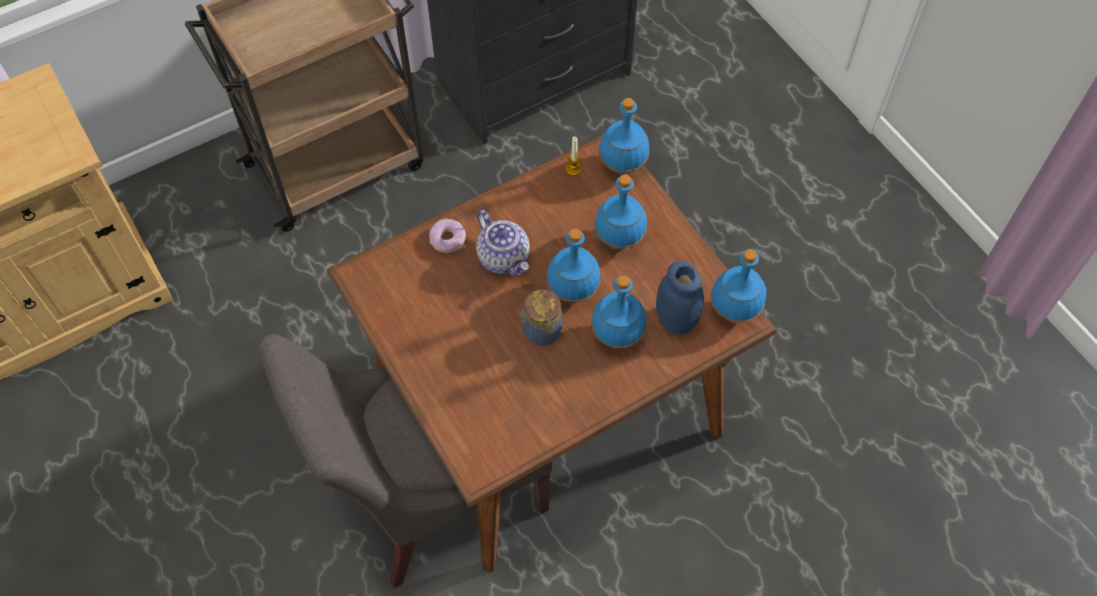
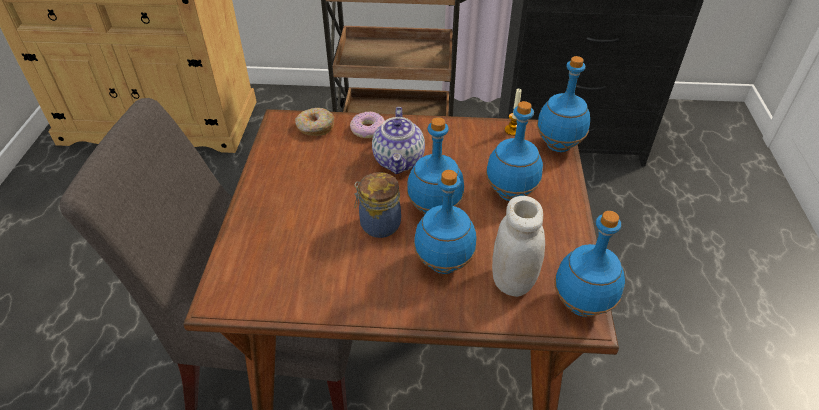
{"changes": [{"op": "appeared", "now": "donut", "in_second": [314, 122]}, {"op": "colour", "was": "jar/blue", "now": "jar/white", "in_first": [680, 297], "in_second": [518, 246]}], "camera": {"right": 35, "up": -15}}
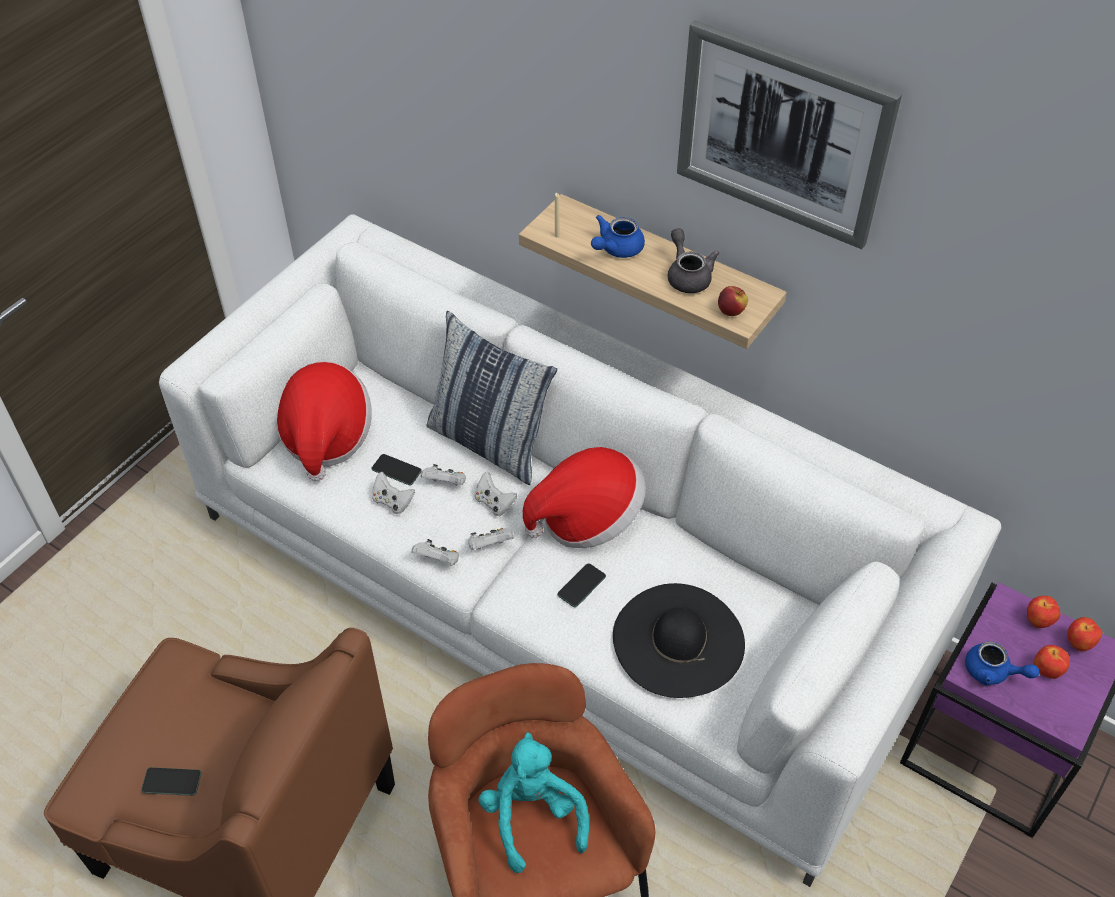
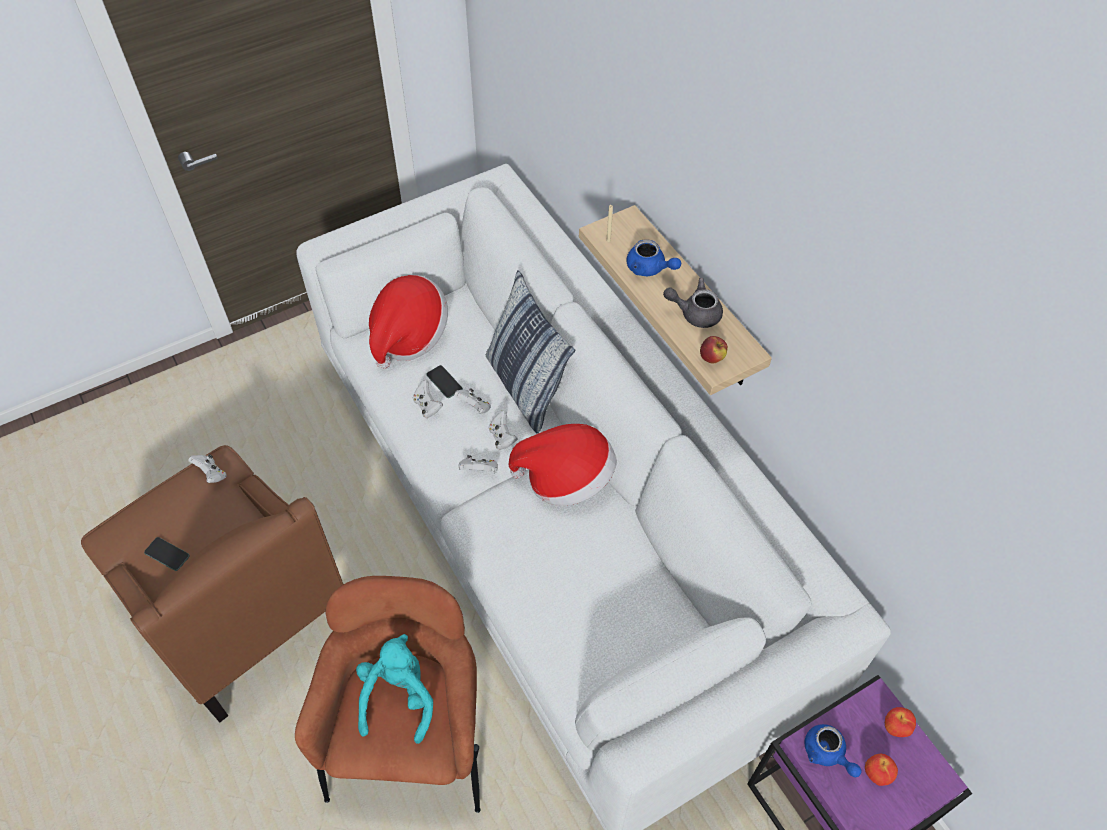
{"changes": [{"op": "relocated", "was": "game controller/white", "in_first": [435, 552], "in_second": [207, 468]}, {"op": "spun", "was": "teapot/blue", "in_first": [618, 236], "in_second": [653, 257], "clockwise": -120}, {"op": "spun", "was": "teapot/grey", "in_first": [693, 260], "in_second": [693, 303], "clockwise": -90}, {"op": "missing", "was": "phone", "in_first": [581, 585]}, {"op": "missing", "was": "hat/black", "in_first": [679, 640]}, {"op": "missing", "was": "picture", "in_first": [789, 134]}, {"op": "missing", "was": "apple", "in_first": [1085, 634]}], "camera": {"right": 25, "up": 5}}
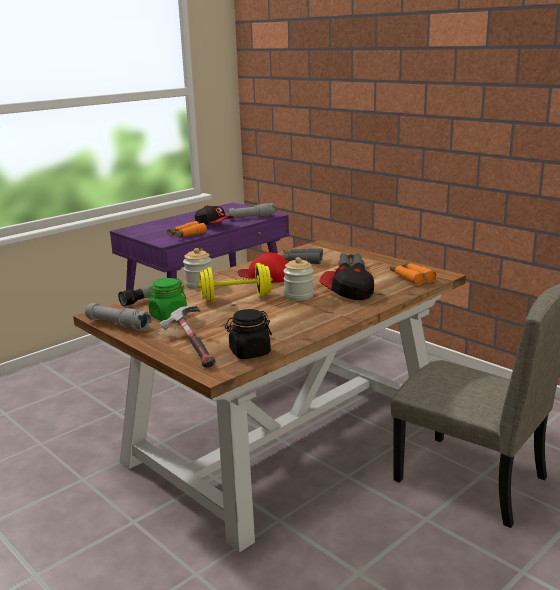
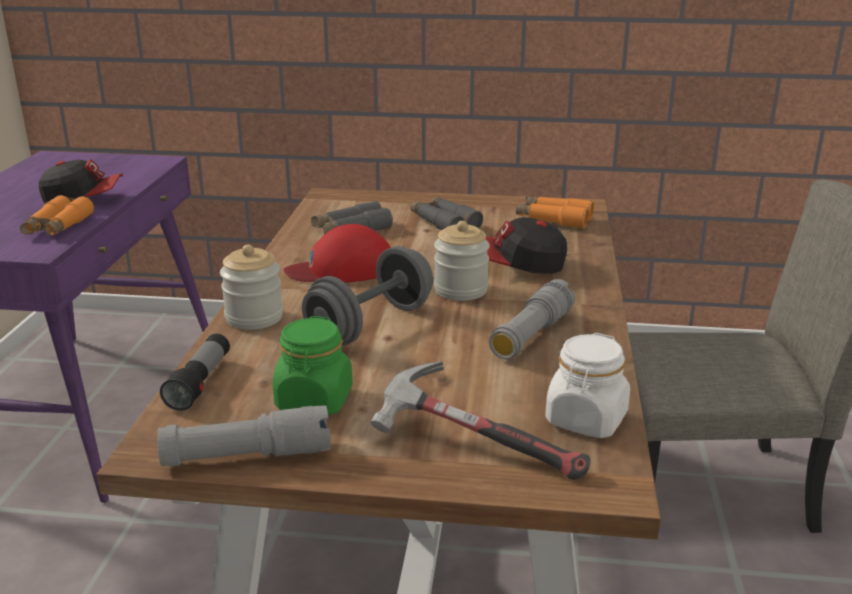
{"changes": [{"op": "colour", "was": "dumbbell/yellow", "now": "dumbbell/grey", "in_first": [235, 282], "in_second": [367, 295]}, {"op": "relocated", "was": "flashlight/grey", "in_first": [251, 211], "in_second": [532, 319]}, {"op": "colour", "was": "jar/black", "now": "jar/white", "in_first": [248, 334], "in_second": [587, 385]}], "camera": {"right": -40, "up": 5}}
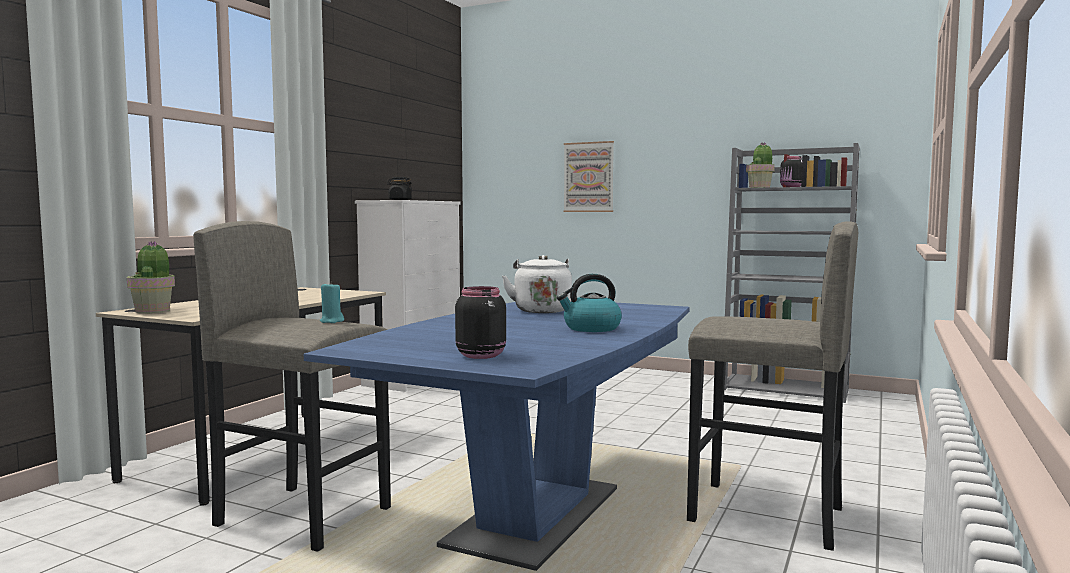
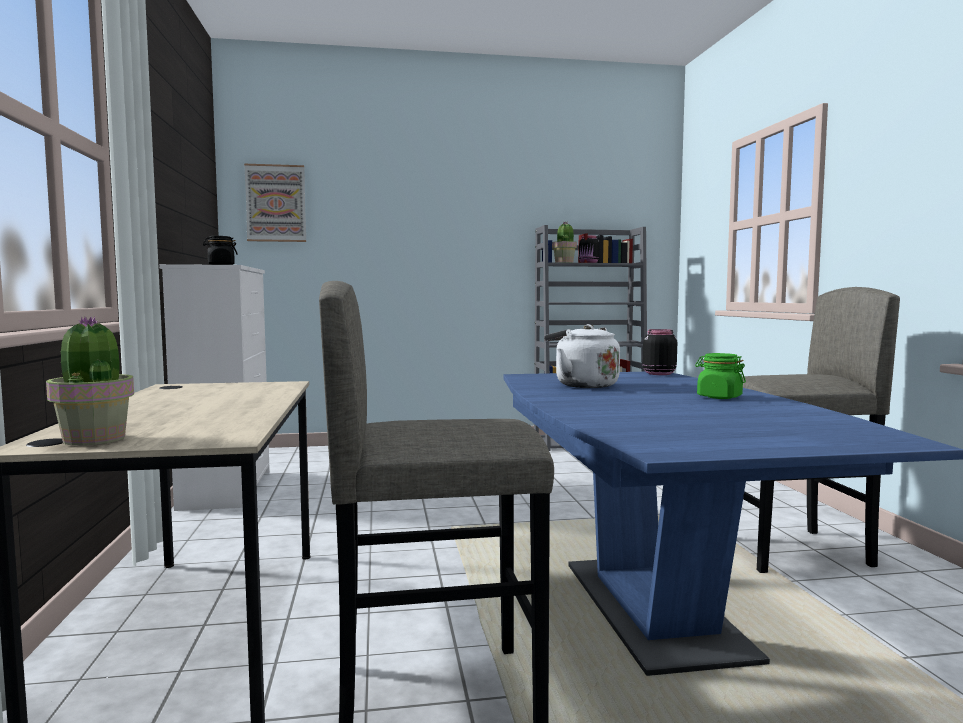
{"changes": [{"op": "relocated", "was": "picture", "in_first": [588, 176], "in_second": [275, 203]}, {"op": "relocated", "was": "jar/black", "in_first": [480, 322], "in_second": [660, 352]}, {"op": "exchanged", "was": "kettle", "now": "jar/green", "in_first": [589, 303], "in_second": [720, 376]}, {"op": "missing", "was": "candle/turquoise", "in_first": [332, 302]}], "camera": {"right": -35, "up": 0}}
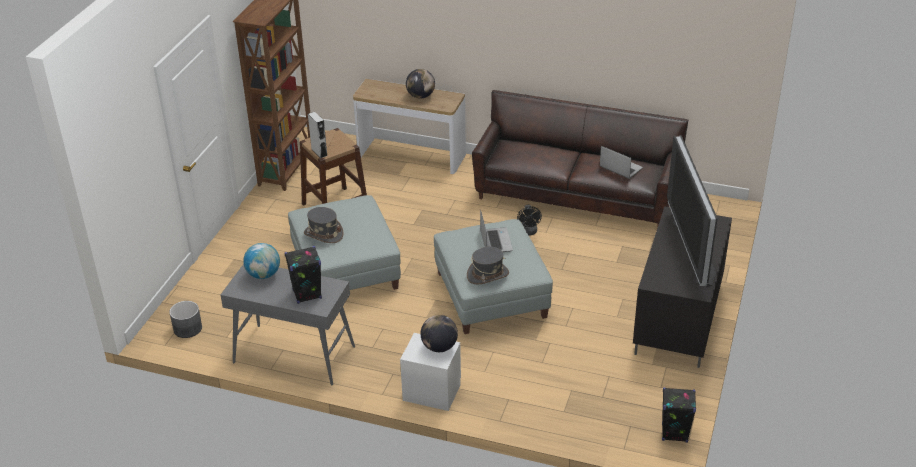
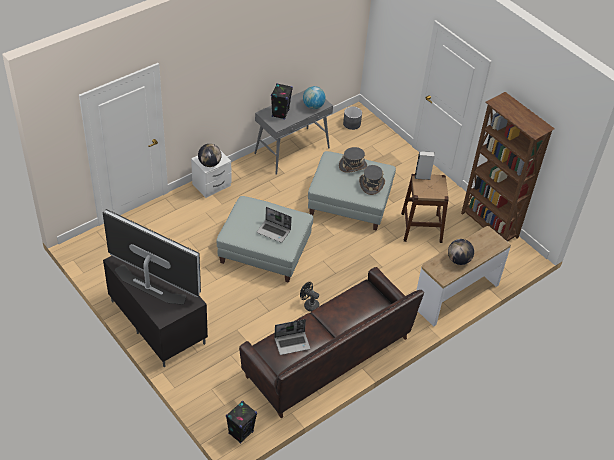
{"changes": [{"op": "relocated", "was": "speaker/black", "in_first": [679, 415], "in_second": [241, 422]}, {"op": "relocated", "was": "hat/grey", "in_first": [488, 265], "in_second": [372, 180]}], "camera": {"right": 120, "up": 10}}
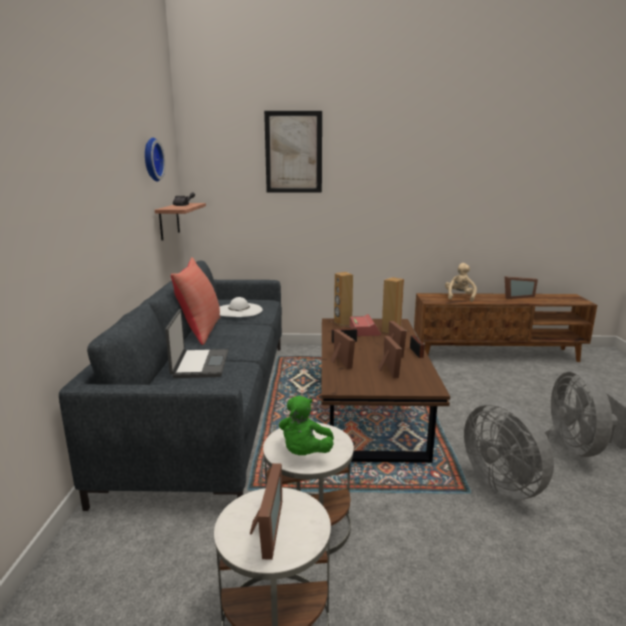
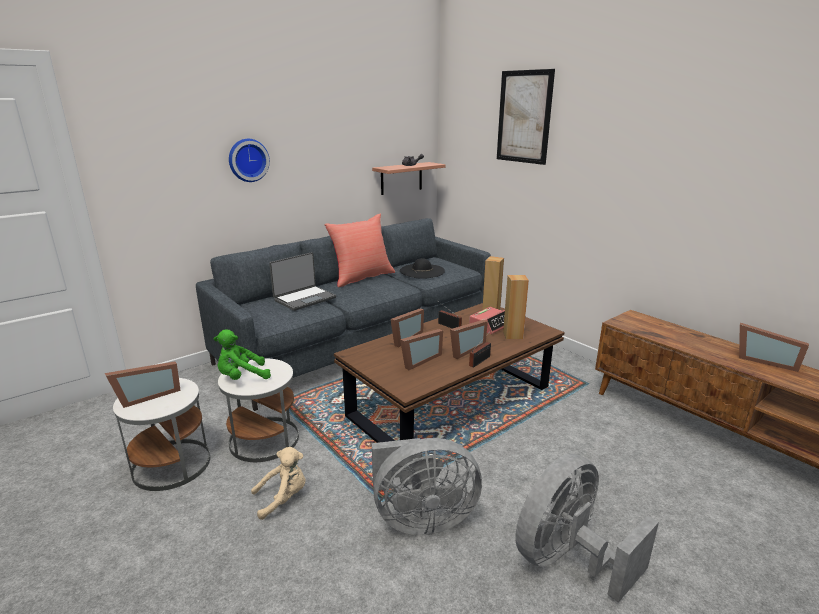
{"changes": [{"op": "relocated", "was": "wall clock", "in_first": [155, 159], "in_second": [249, 160]}, {"op": "relocated", "was": "plush toy/beige", "in_first": [461, 282], "in_second": [278, 483]}, {"op": "spun", "was": "fan/grey", "in_first": [509, 450], "in_second": [427, 486], "clockwise": -120}, {"op": "colour", "was": "hat/white", "now": "hat/black", "in_first": [241, 307], "in_second": [422, 268]}], "camera": {"right": 50, "up": 5}}
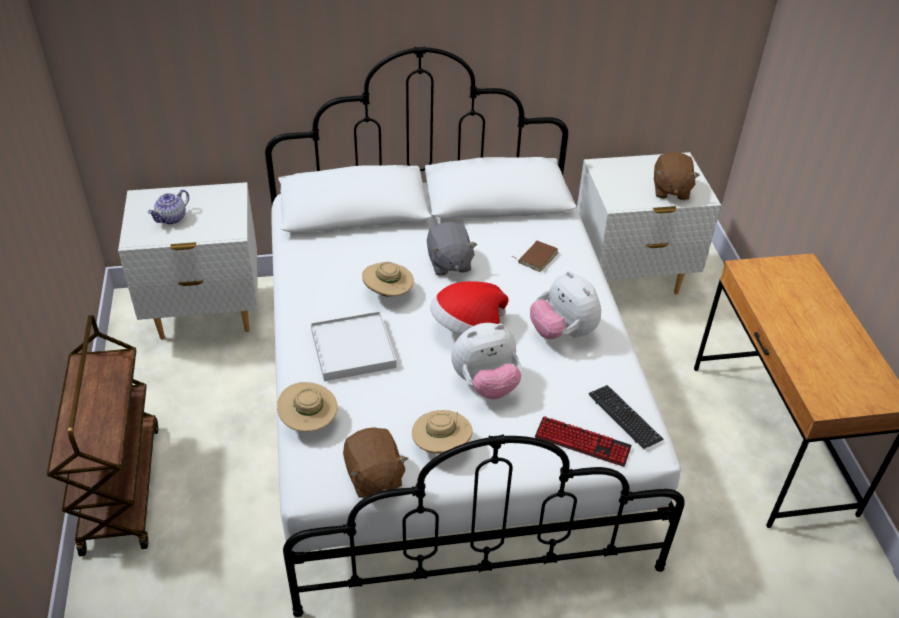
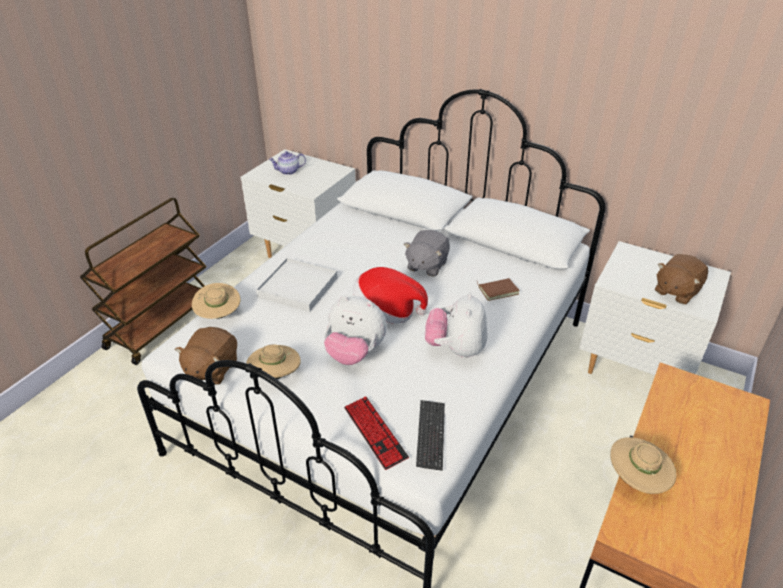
{"changes": [{"op": "relocated", "was": "hat/beige", "in_first": [388, 279], "in_second": [643, 465]}], "camera": {"right": 40, "up": -5}}
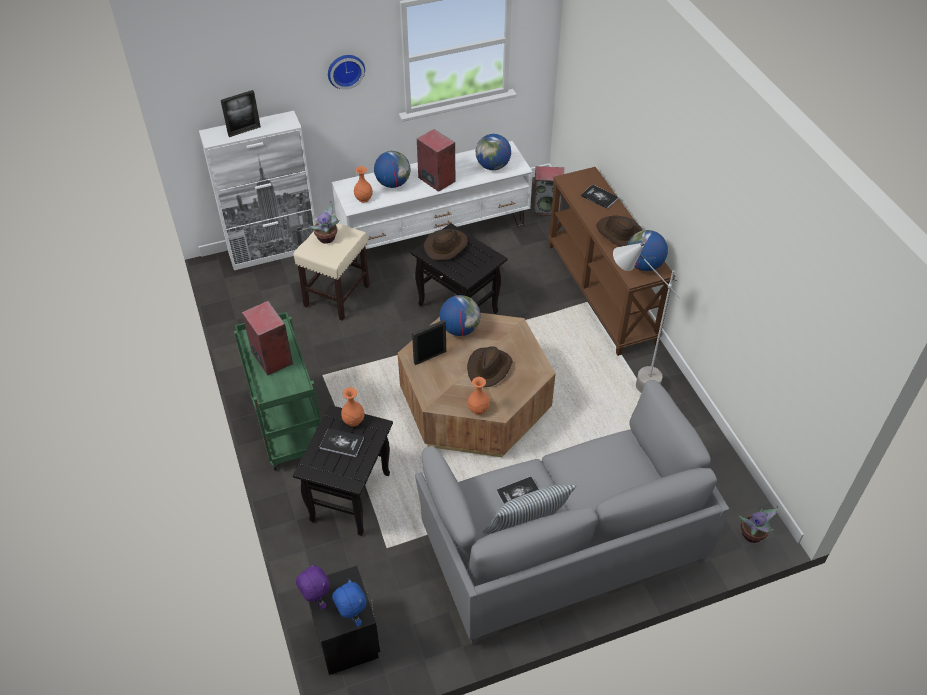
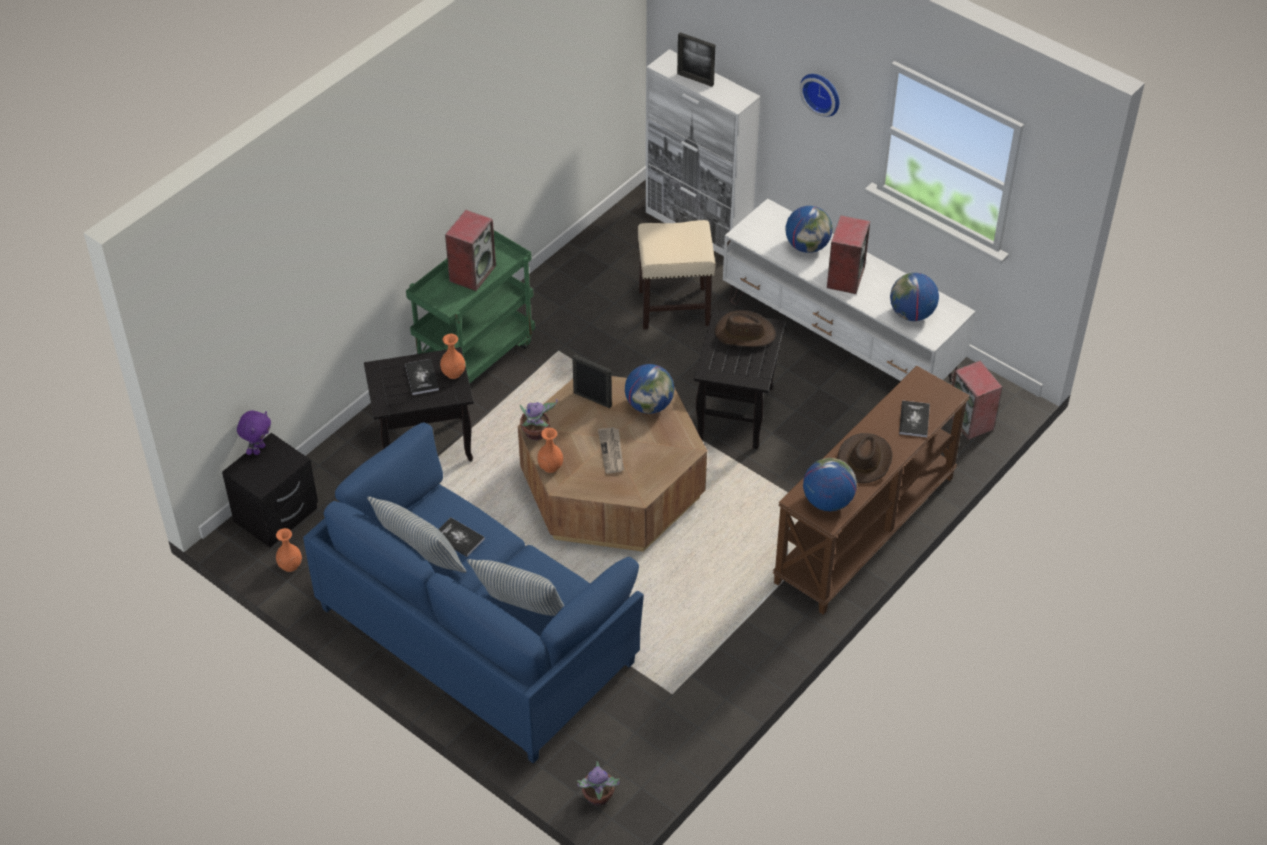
{"changes": [{"op": "relocated", "was": "vase/orange", "in_first": [363, 184], "in_second": [289, 550]}, {"op": "colour", "was": "sofa/grey", "now": "sofa/blue", "in_first": [572, 512], "in_second": [473, 593]}, {"op": "appeared", "now": "pillow", "in_second": [515, 587]}, {"op": "relocated", "was": "potted plant", "in_first": [324, 222], "in_second": [539, 419]}, {"op": "exchanged", "was": "hat/brown", "now": "newspaper", "in_first": [490, 366], "in_second": [611, 450]}, {"op": "missing", "was": "plush toy/blue", "in_first": [349, 603]}, {"op": "missing", "was": "floor lamp/grey", "in_first": [647, 318]}], "camera": {"right": 60, "up": 0}}
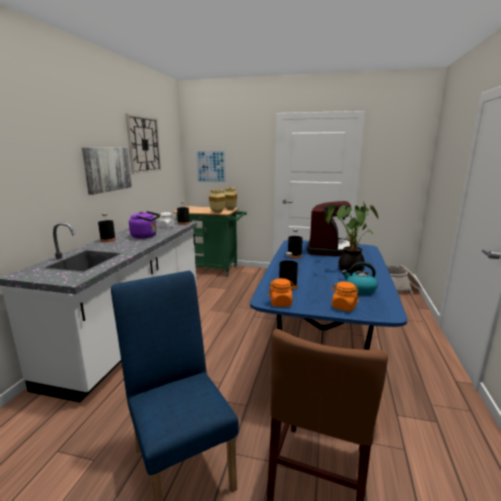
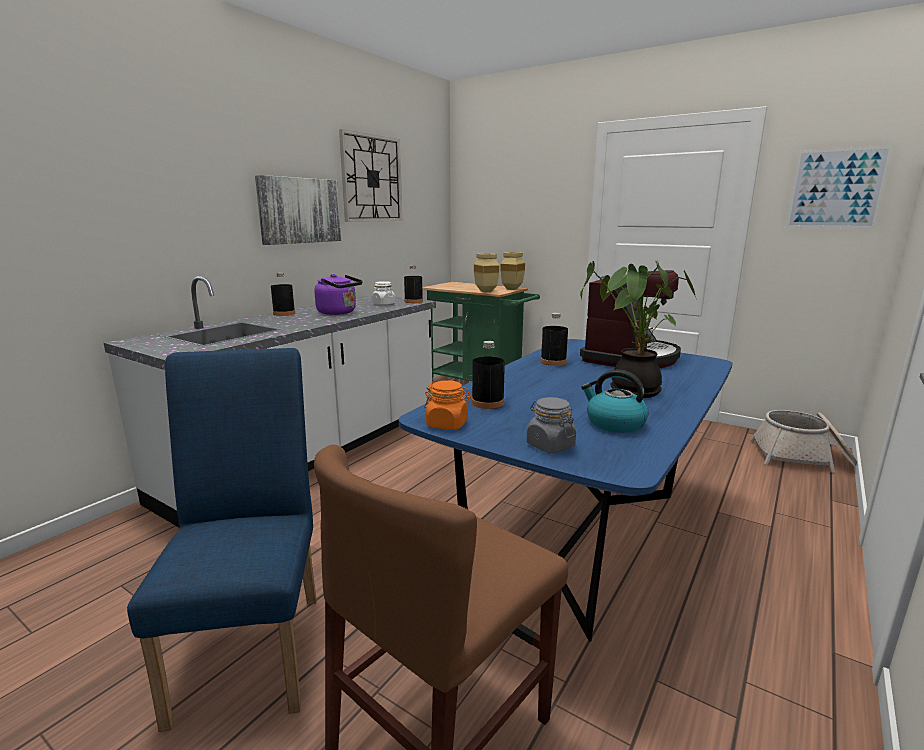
{"changes": [{"op": "colour", "was": "jar/orange", "now": "jar/grey", "in_first": [345, 296], "in_second": [551, 425]}, {"op": "relocated", "was": "picture", "in_first": [211, 167], "in_second": [839, 187]}], "camera": {"right": 20, "up": 0}}
